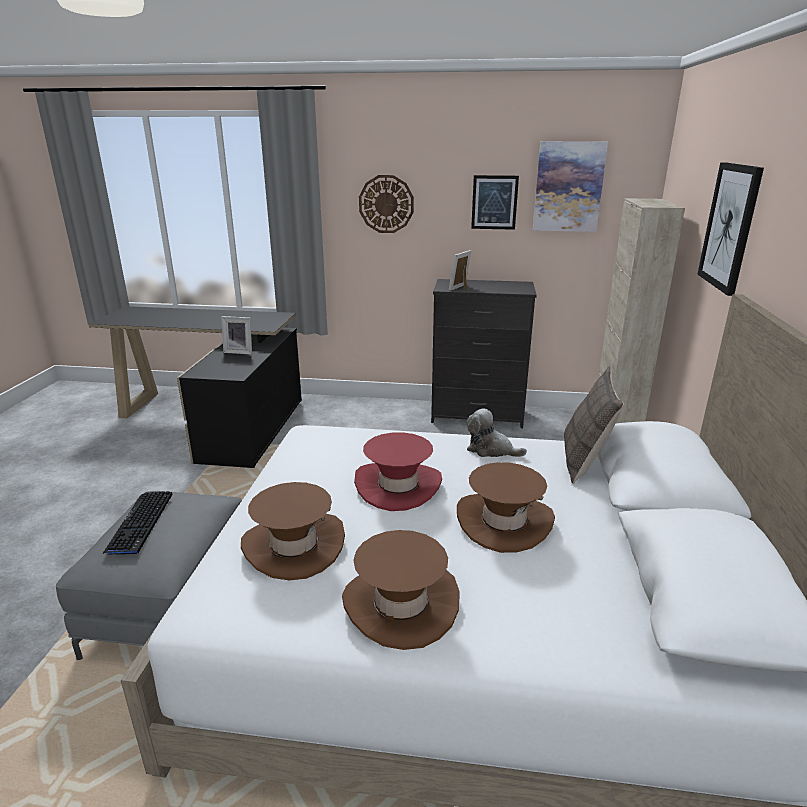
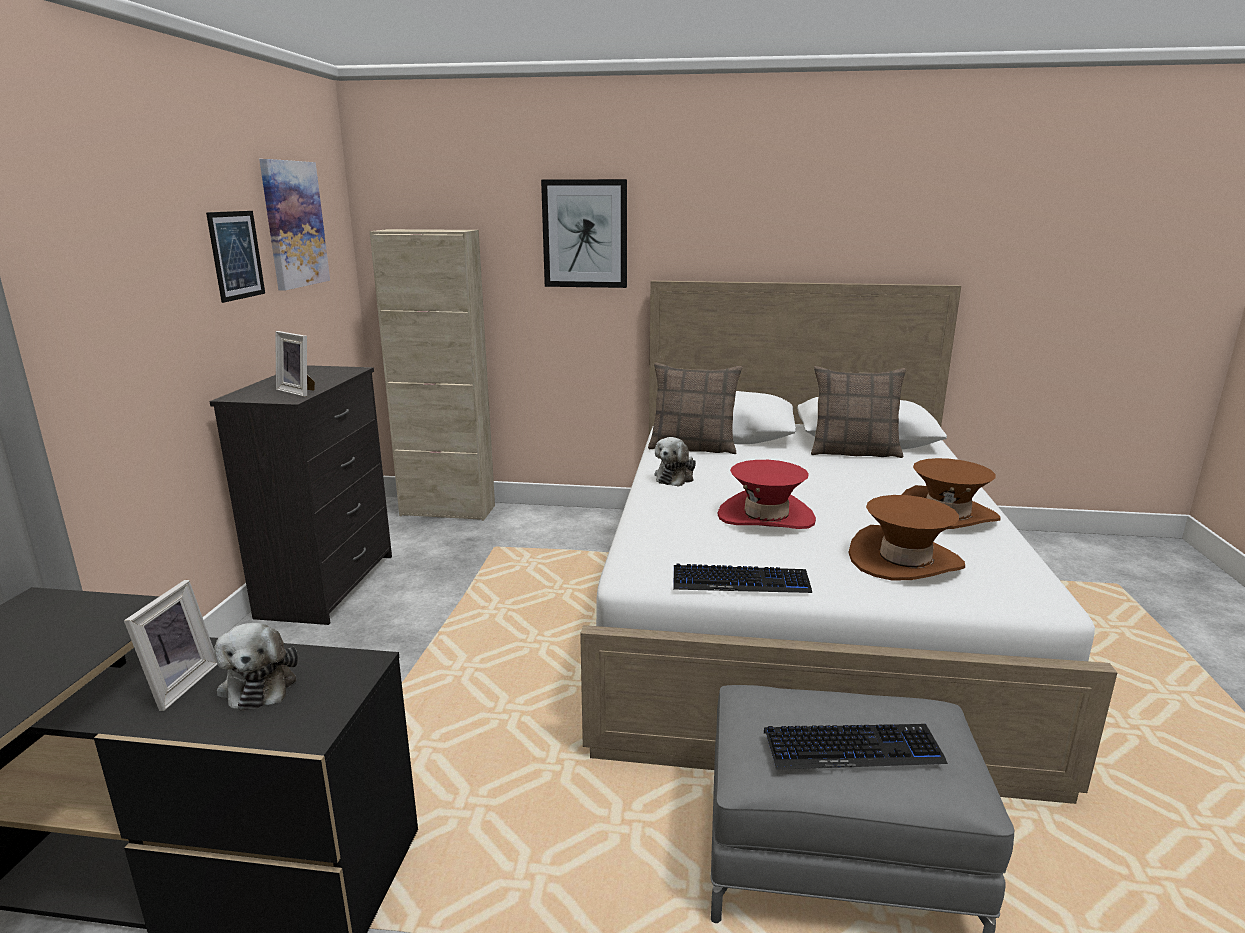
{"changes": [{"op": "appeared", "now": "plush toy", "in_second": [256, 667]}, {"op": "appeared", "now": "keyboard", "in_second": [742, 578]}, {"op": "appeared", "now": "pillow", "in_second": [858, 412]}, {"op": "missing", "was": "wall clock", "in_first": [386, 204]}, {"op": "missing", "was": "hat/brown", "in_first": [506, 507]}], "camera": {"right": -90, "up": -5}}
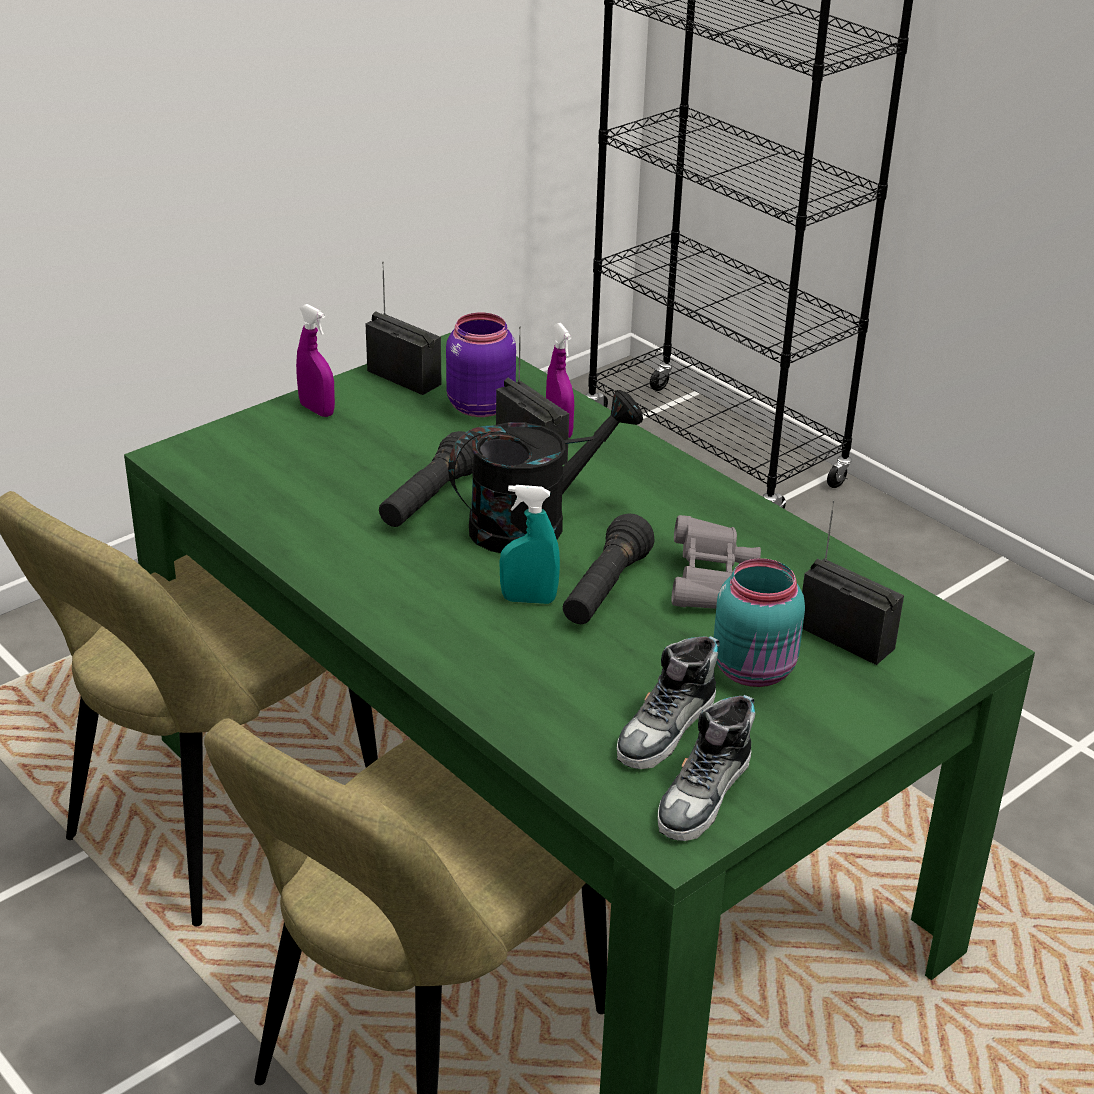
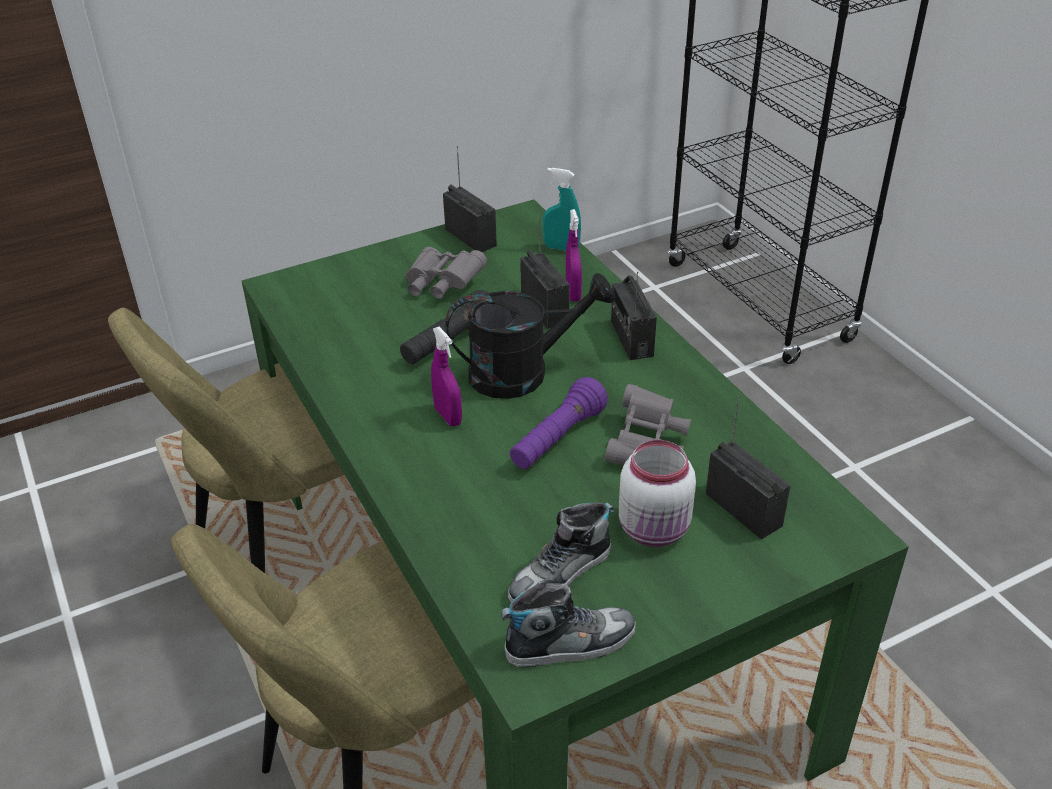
{"changes": [{"op": "appeared", "now": "binoculars/grey", "in_second": [446, 273]}, {"op": "relocated", "was": "spray bottle/purple", "in_first": [315, 360], "in_second": [446, 376]}, {"op": "spun", "was": "shoe", "in_first": [707, 768], "in_second": [568, 623], "clockwise": -150}, {"op": "colour", "was": "flashlight/black", "now": "flashlight/purple", "in_first": [609, 568], "in_second": [559, 423]}, {"op": "relocated", "was": "spray bottle/turquoise", "in_first": [529, 544], "in_second": [562, 209]}, {"op": "appeared", "now": "radio", "in_second": [634, 316]}, {"op": "colour", "was": "jar/turquoise", "now": "jar/white", "in_first": [759, 622], "in_second": [657, 493]}, {"op": "missing", "was": "jar/purple", "in_first": [481, 365]}], "camera": {"right": 15, "up": 5}}
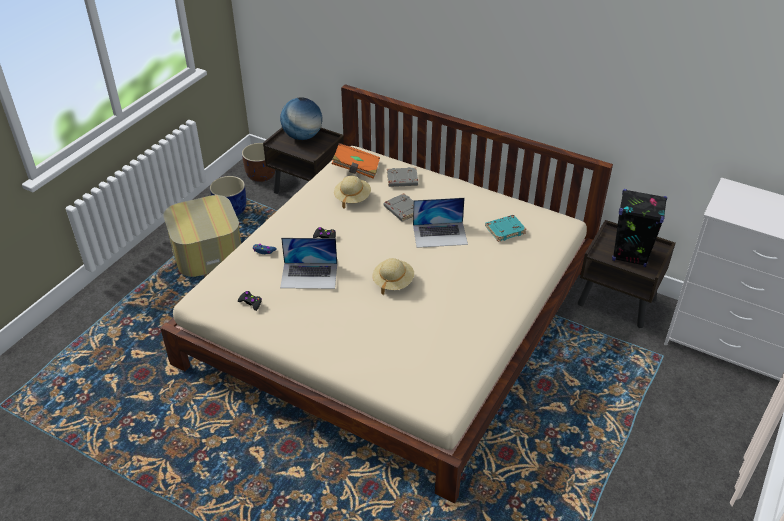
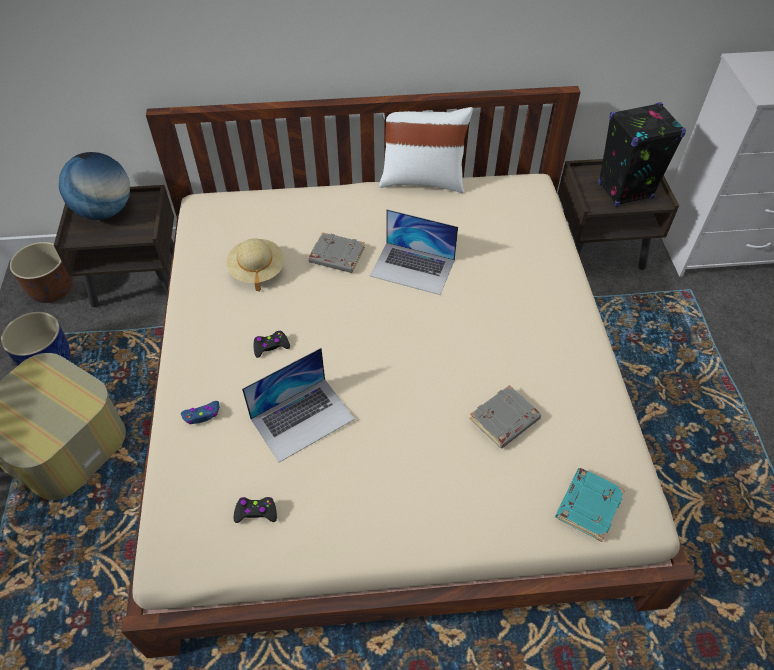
{"changes": [{"op": "spun", "was": "laptop", "in_first": [440, 223], "in_second": [414, 252], "clockwise": 60}, {"op": "appeared", "now": "pillow/white", "in_second": [426, 150]}, {"op": "relocated", "was": "book/grey", "in_first": [402, 177], "in_second": [505, 417]}, {"op": "relocated", "was": "book/turquoise", "in_first": [506, 228], "in_second": [590, 505]}, {"op": "missing", "was": "book/orange", "in_first": [356, 161]}, {"op": "missing", "was": "hat/beige", "in_first": [393, 276]}], "camera": {"right": -35, "up": 10}}
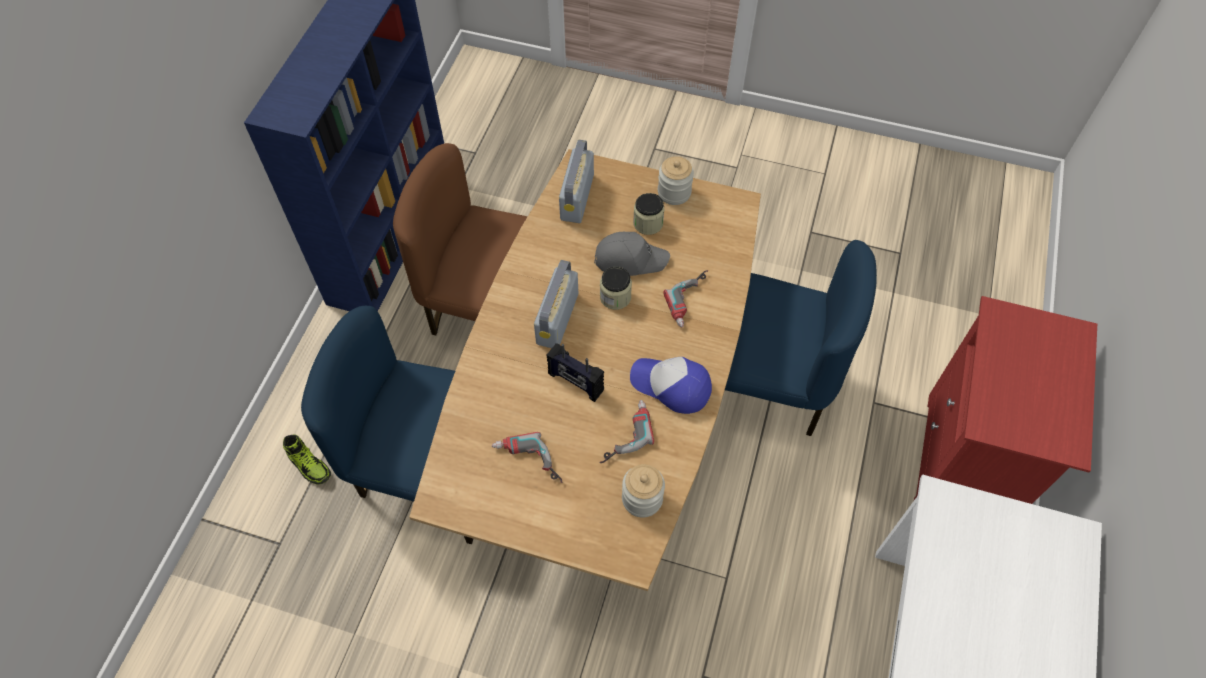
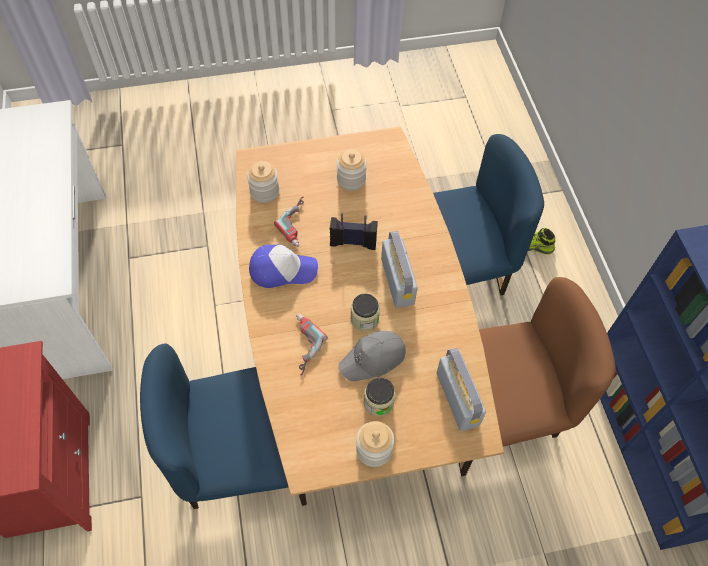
{"changes": [{"op": "exchanged", "was": "power drill", "now": "jar", "in_first": [527, 457], "in_second": [352, 170]}], "camera": {"right": 150, "up": 0}}
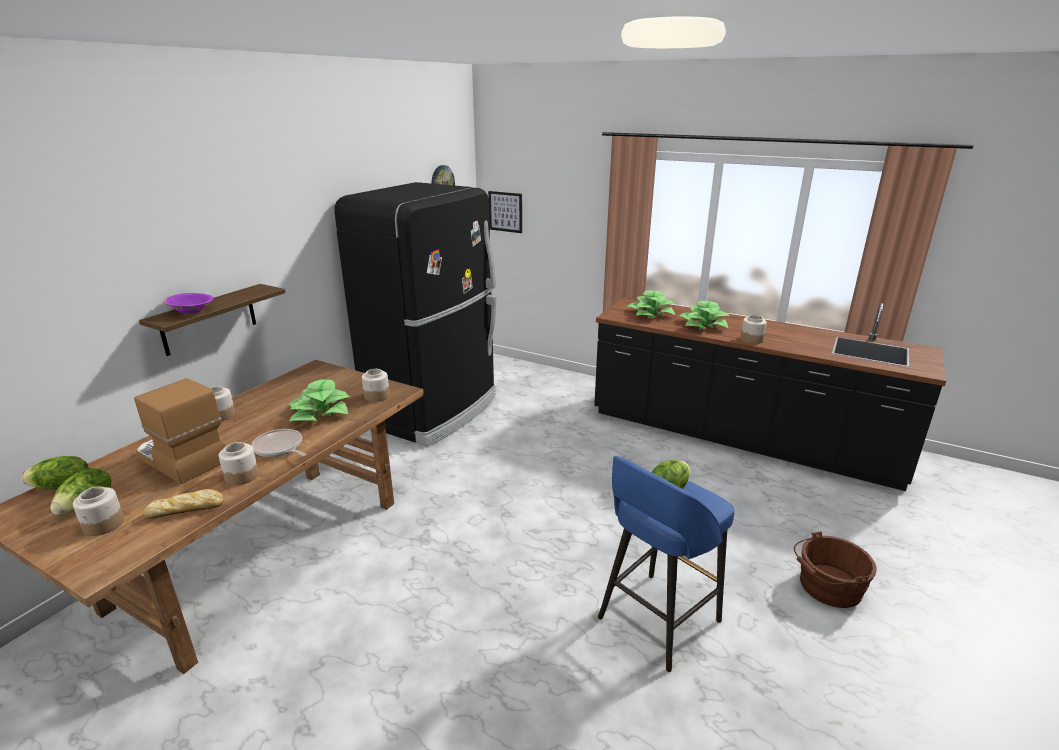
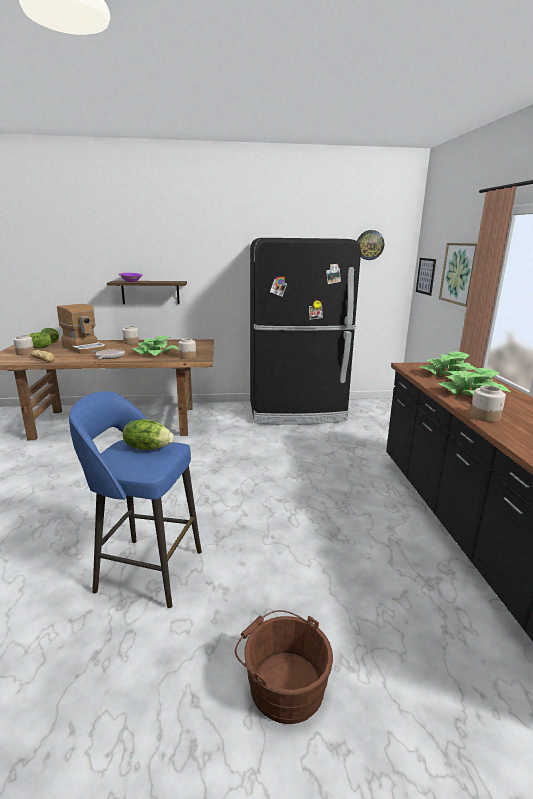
{"changes": [{"op": "spun", "was": "coffee machine", "in_first": [180, 431], "in_second": [81, 329], "clockwise": 135}, {"op": "appeared", "now": "picture", "in_second": [458, 275]}, {"op": "missing", "was": "jar", "in_first": [238, 463]}], "camera": {"right": 55, "up": -5}}
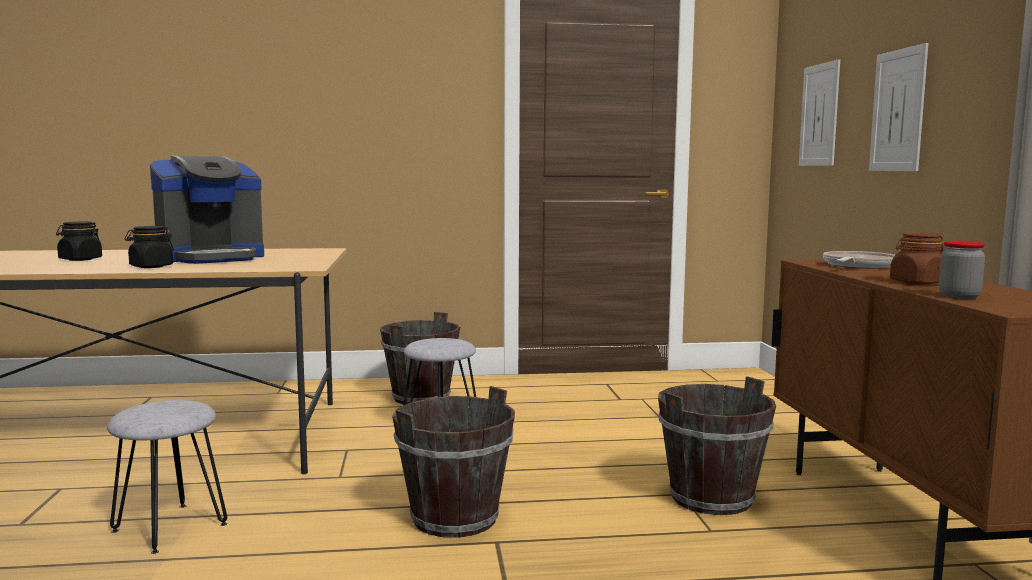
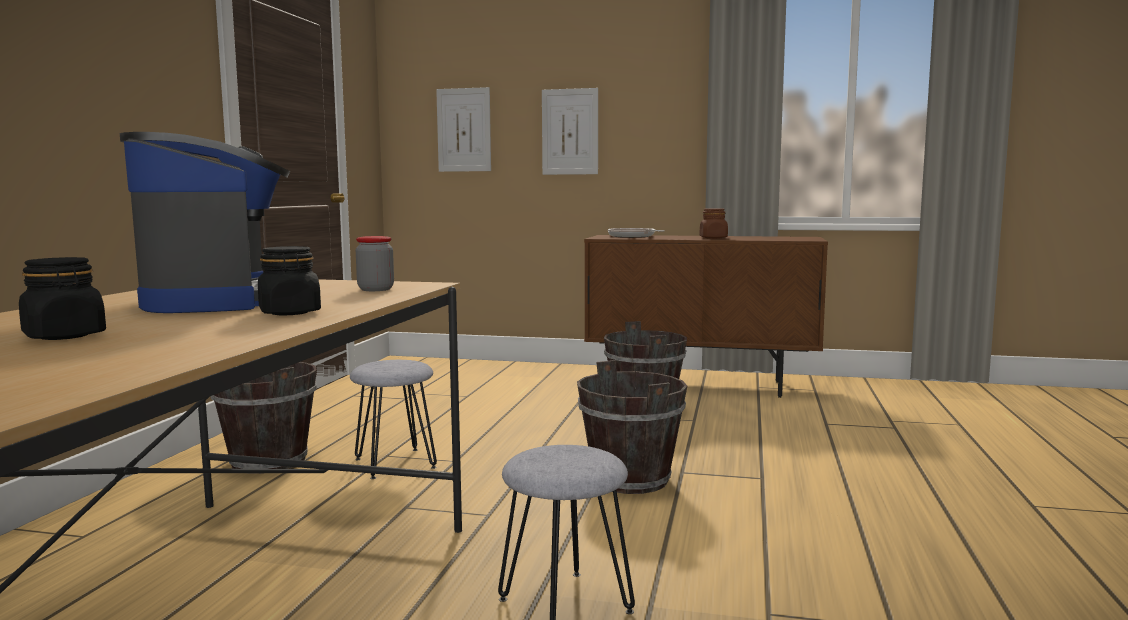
{"changes": [{"op": "relocated", "was": "jar", "in_first": [962, 270], "in_second": [375, 263]}], "camera": {"right": -70, "up": 0}}
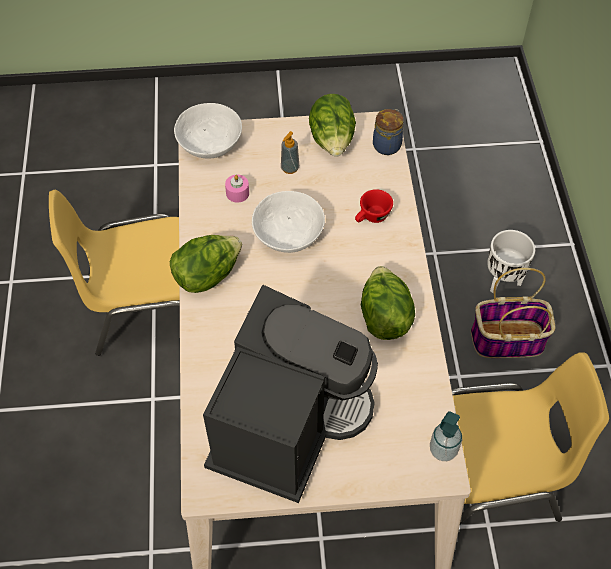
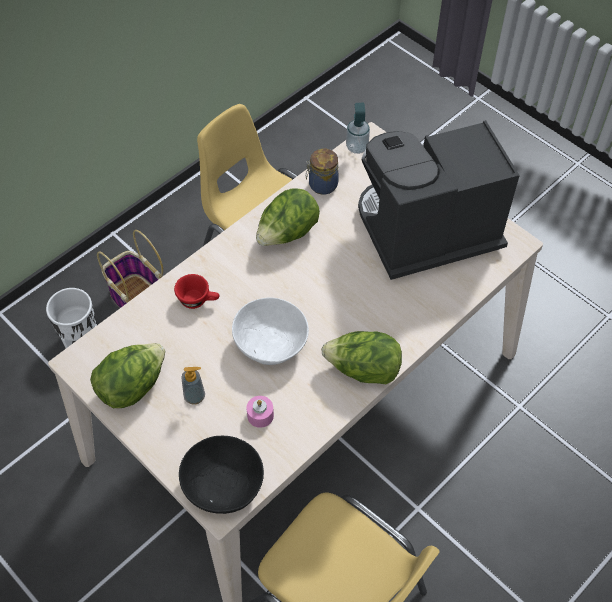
{"changes": [{"op": "colour", "was": "bowl/white", "now": "bowl/black", "in_first": [208, 130], "in_second": [221, 475]}, {"op": "relocated", "was": "jar", "in_first": [388, 132], "in_second": [322, 172]}], "camera": {"right": -130, "up": 0}}
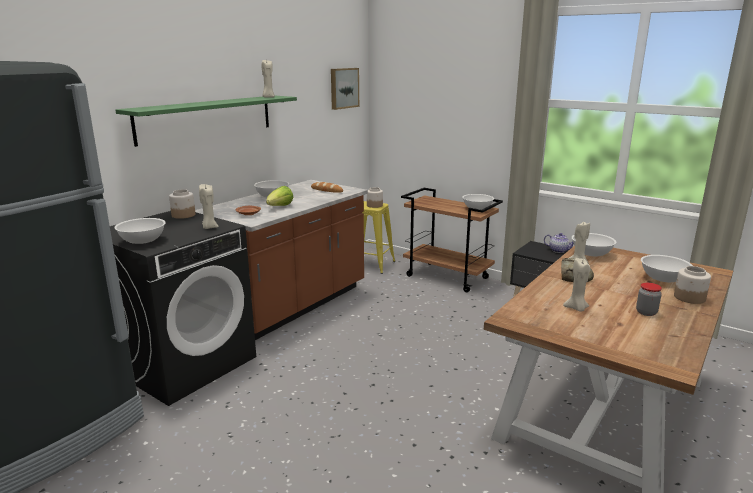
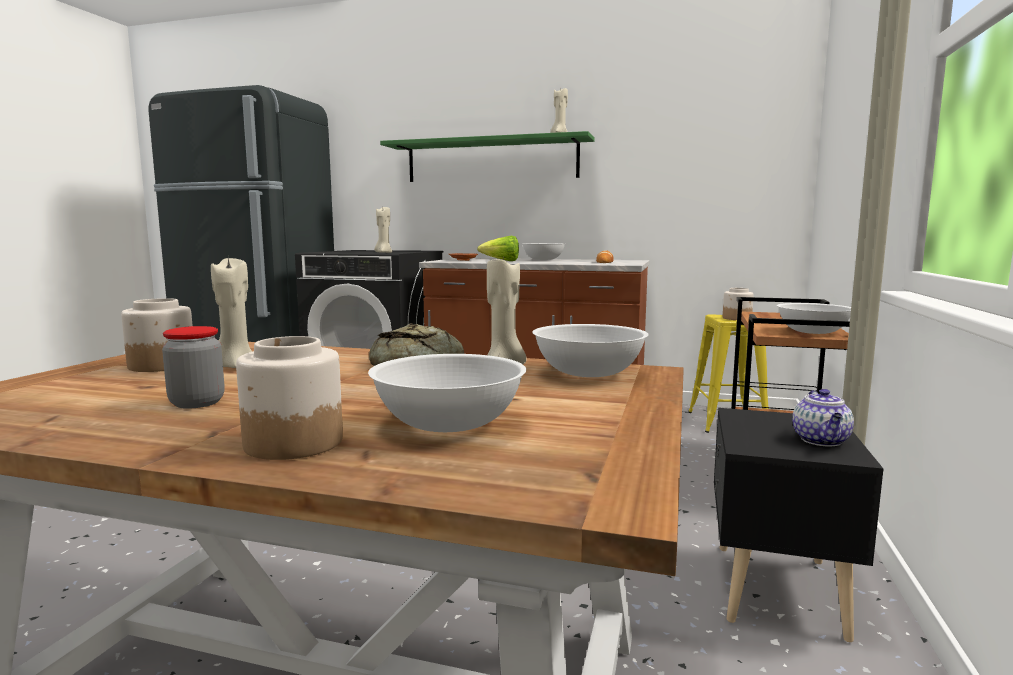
{"changes": [{"op": "relocated", "was": "jar", "in_first": [182, 204], "in_second": [157, 335]}, {"op": "missing", "was": "bowl/white", "in_first": [140, 231]}, {"op": "missing", "was": "picture", "in_first": [345, 89]}], "camera": {"right": 70, "up": -10}}
